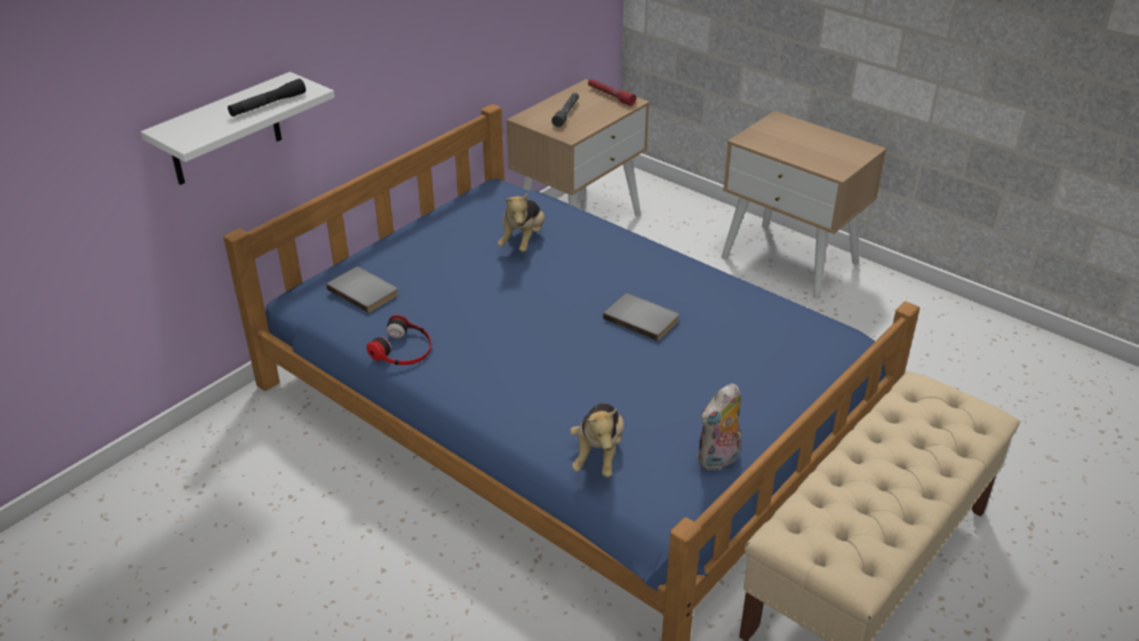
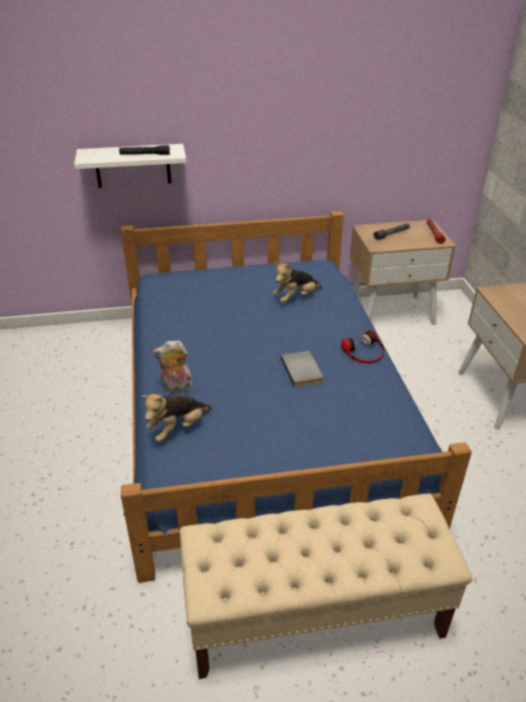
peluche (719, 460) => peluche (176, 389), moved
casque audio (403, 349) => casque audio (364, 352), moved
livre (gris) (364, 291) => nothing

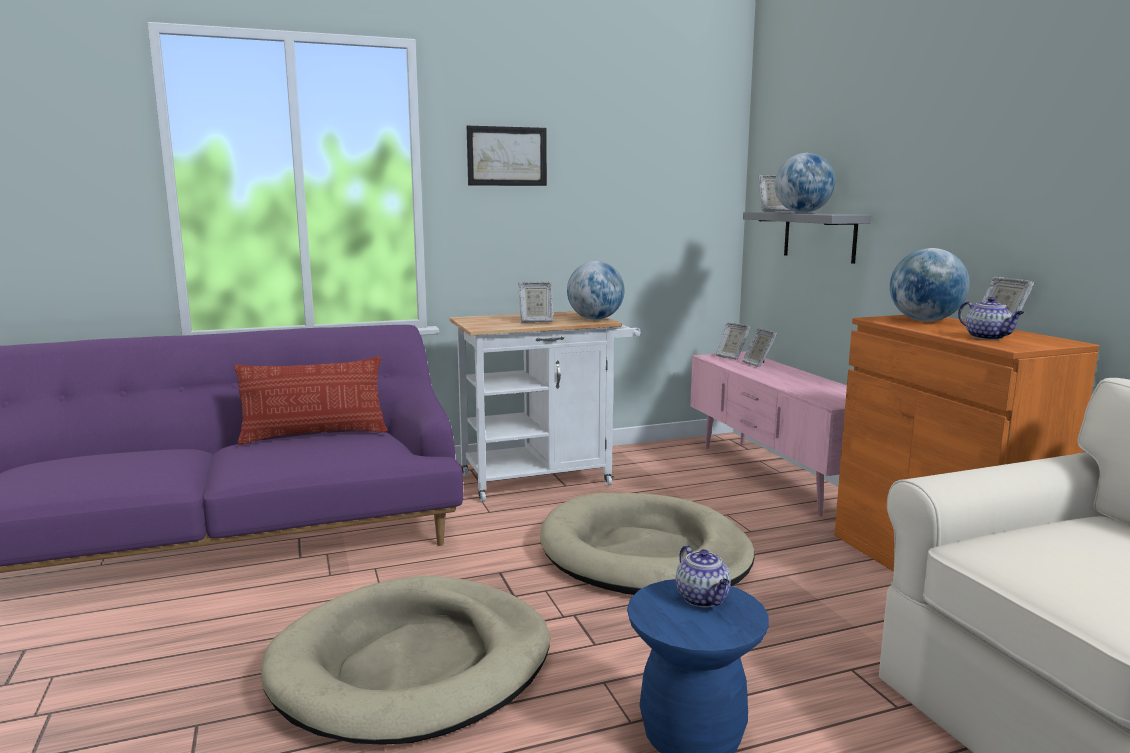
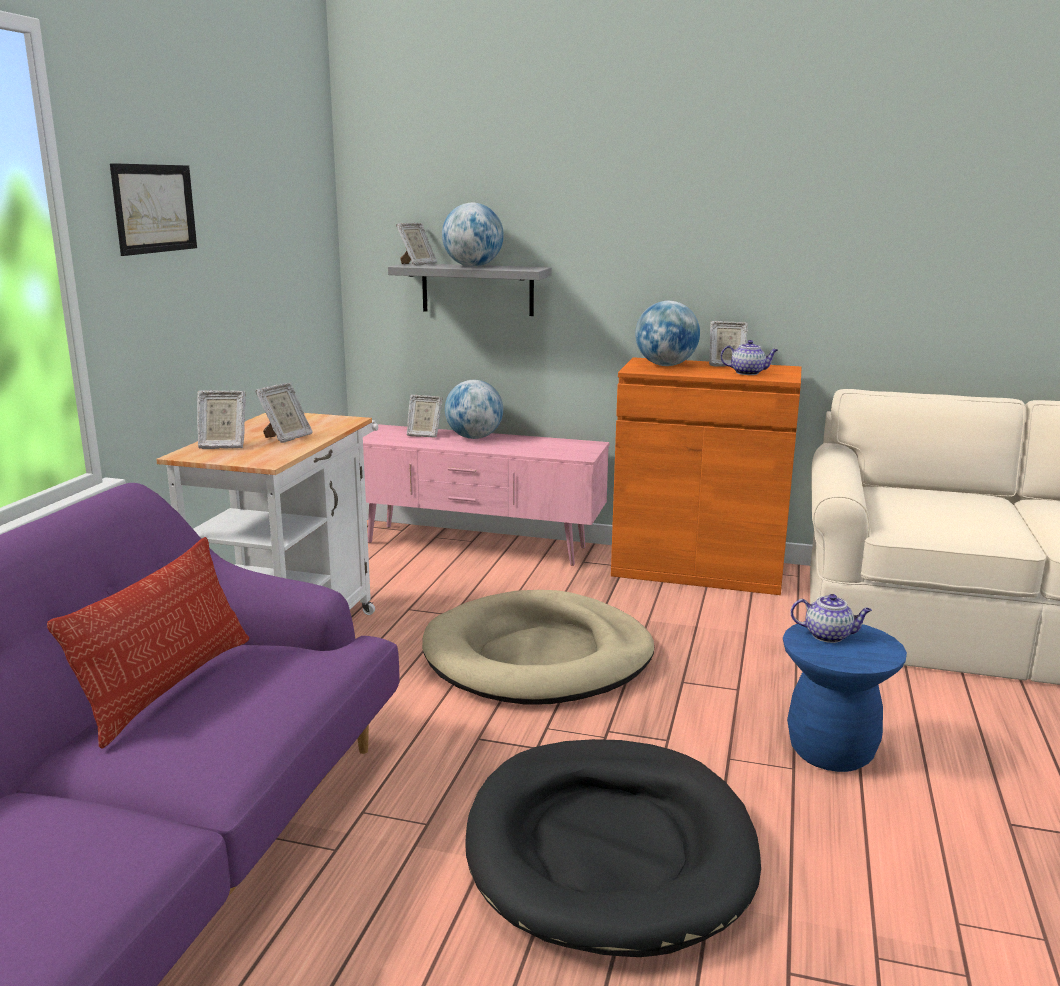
cadre photo (731, 357) => cadre photo (222, 445), moved
globe (595, 319) => globe (474, 438), moved
panier pour chien (beige) (413, 665) => panier pour chien (noir) (609, 849)

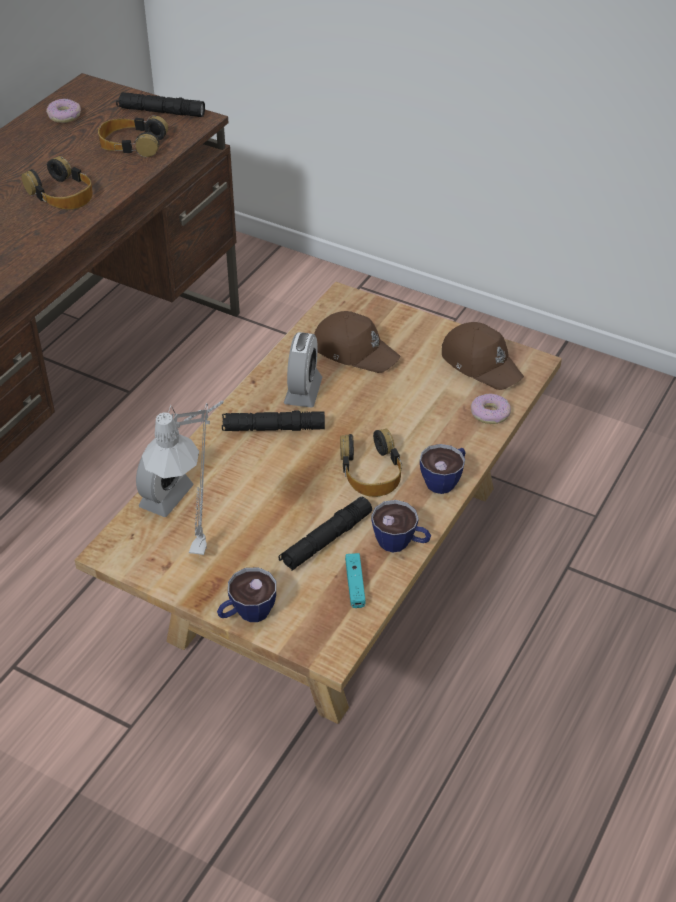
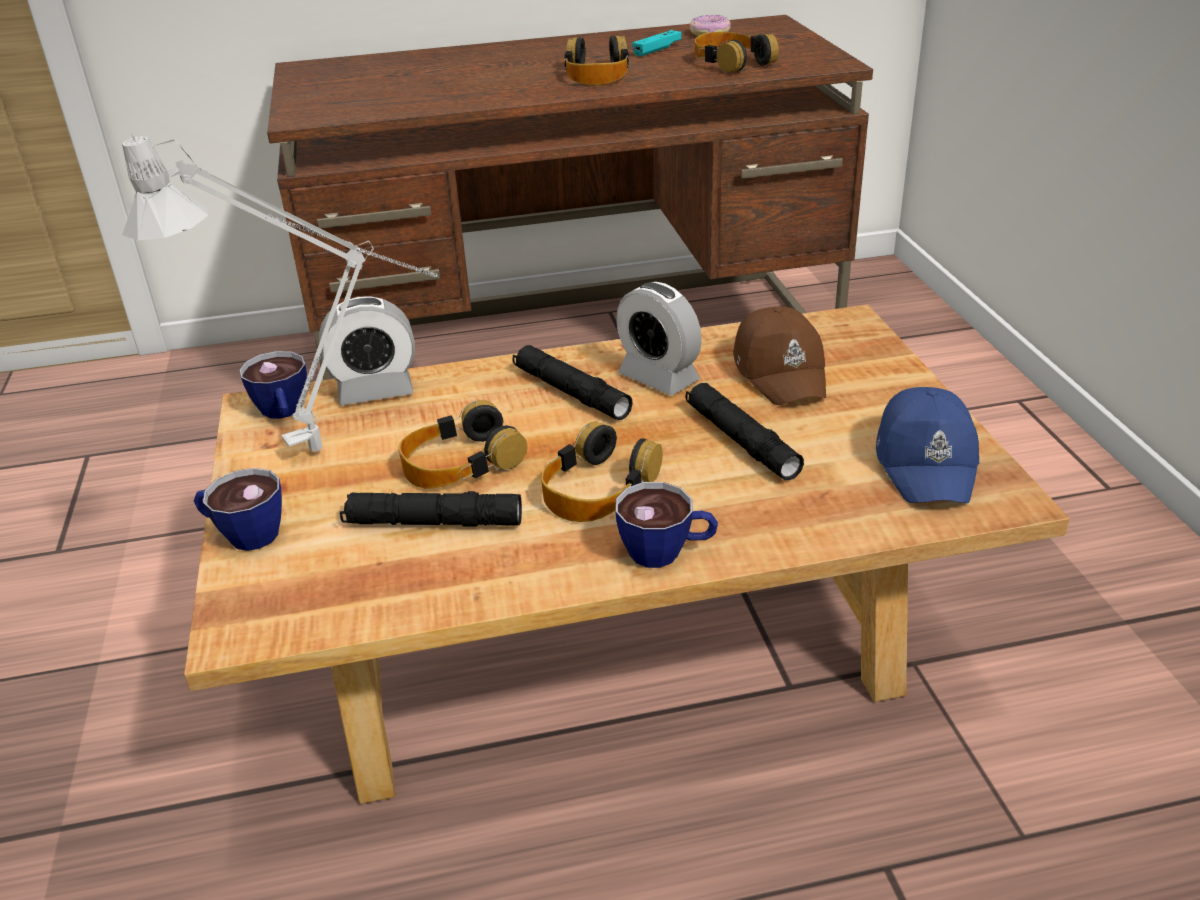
tasse (401, 543) => tasse (283, 413), moved
nothing => casque audio (460, 462)
réveil (303, 391) => réveil (658, 378), 75 degrees clockwise
manette (turquoise) (355, 585) => manette (turquoise) (657, 49), moved
lampe de poche (noir) (161, 112) => lampe de poche (noir) (741, 440), moved
casquette (marron) (481, 363) => casquette (bleu) (927, 462)
beignet (490, 413) => nothing

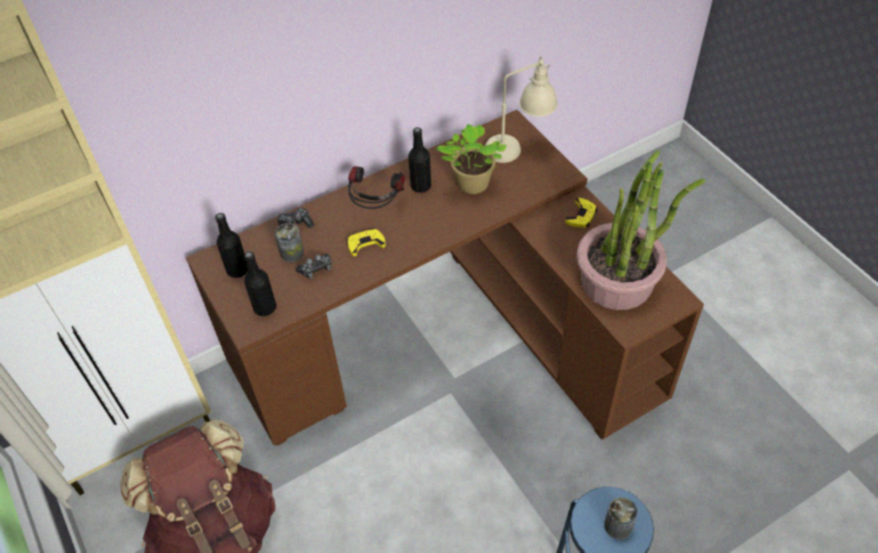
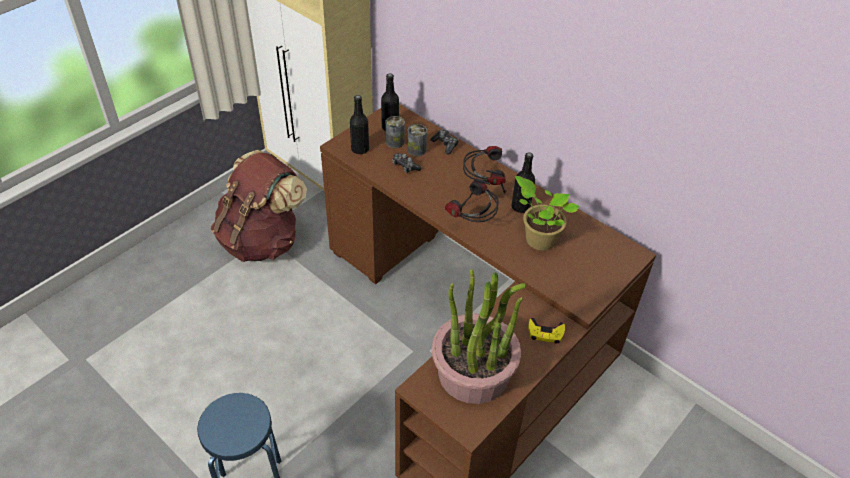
boîte métallique (618, 525) => boîte métallique (395, 142), moved
nothing => casque audio (472, 222)
manette (jaune) (365, 244) => nothing
lampe de table (beige) (519, 148) => nothing

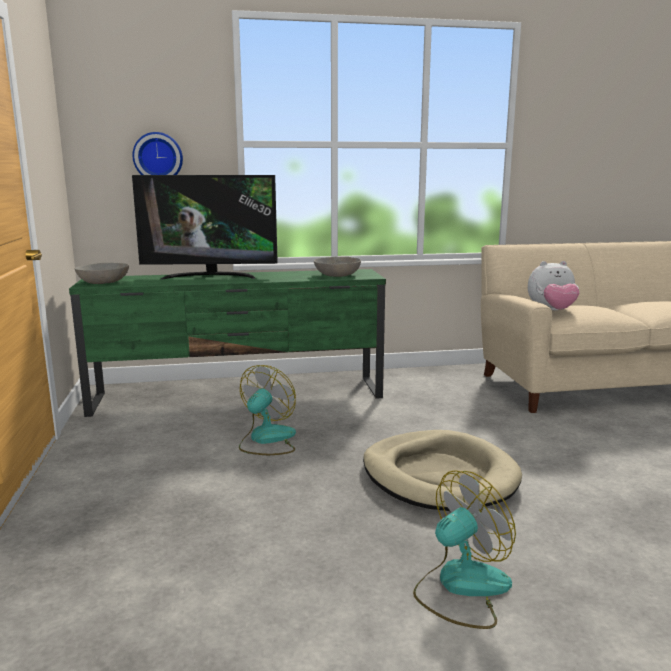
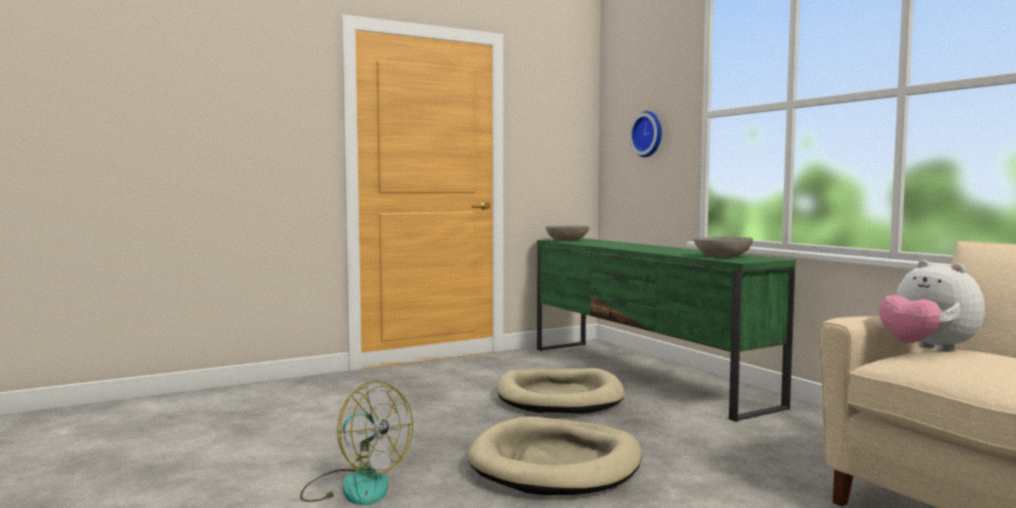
ventilateur (266, 440) => panier pour chien (beige) (559, 397)
téléviseur (210, 276) => nothing

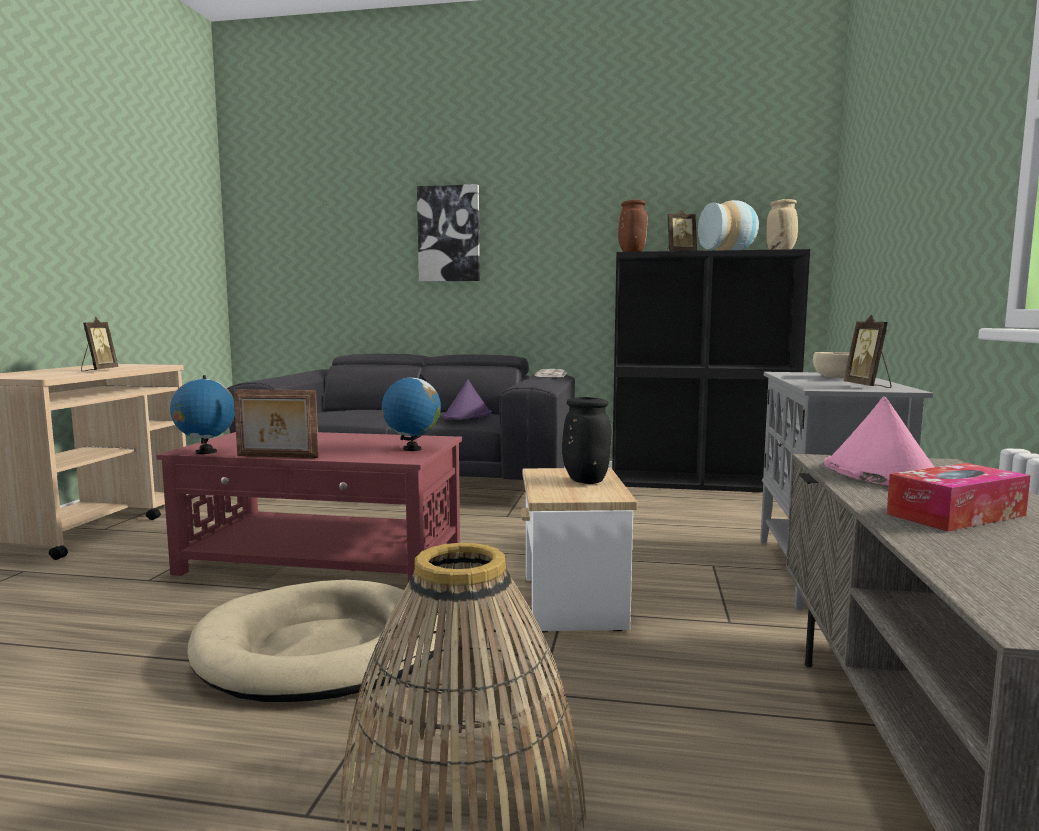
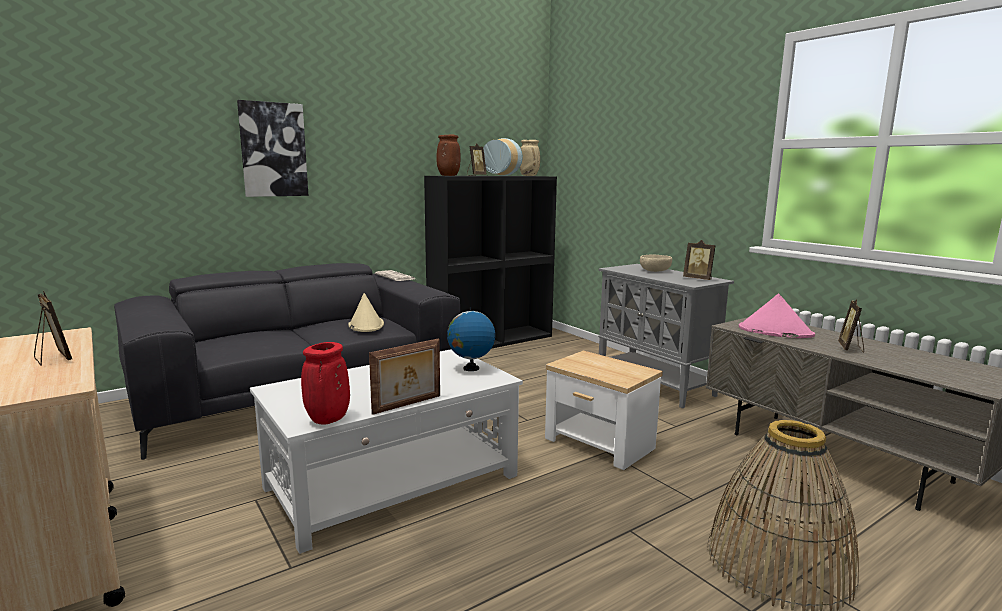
table basse (rouge) (325, 558) => table basse (blanc) (394, 481)
globe (205, 452) => vase (rouge) (328, 420)
chapeau (violet) (467, 416) => chapeau (beige) (366, 325)
boîte à mouchoirs (956, 514) => cadre photo (851, 348)
panier pour chien (beige) (321, 649) => nothing
vase (noir) (584, 481) => nothing

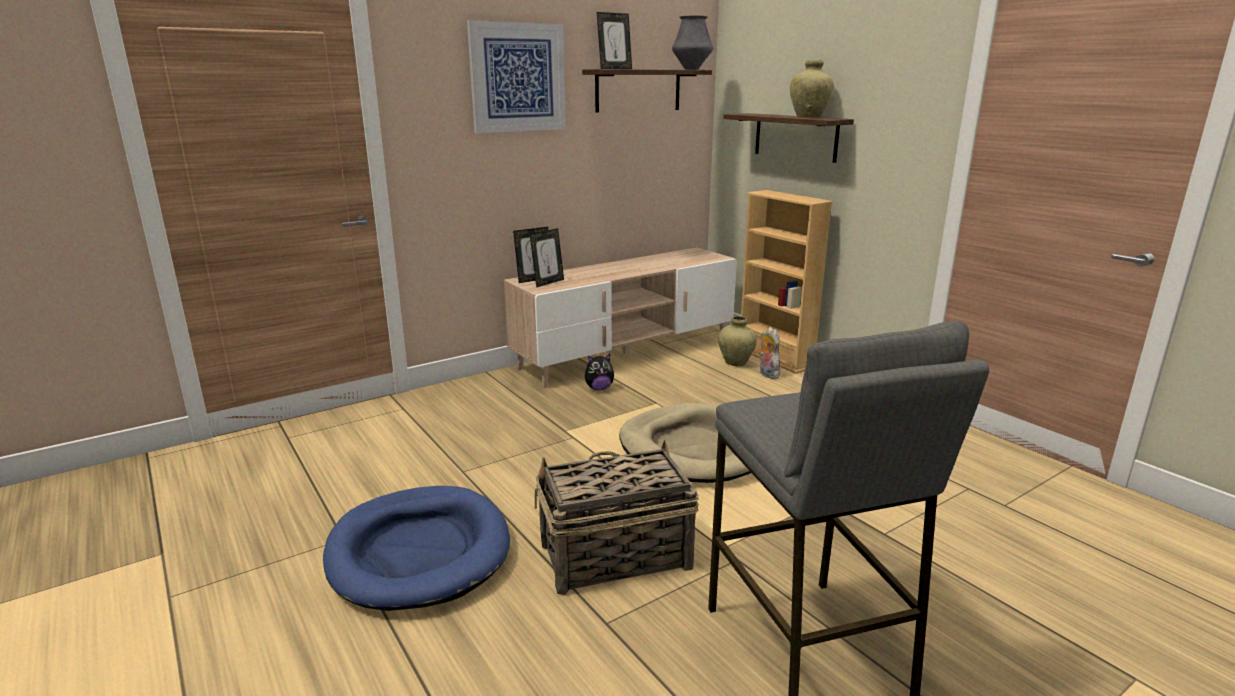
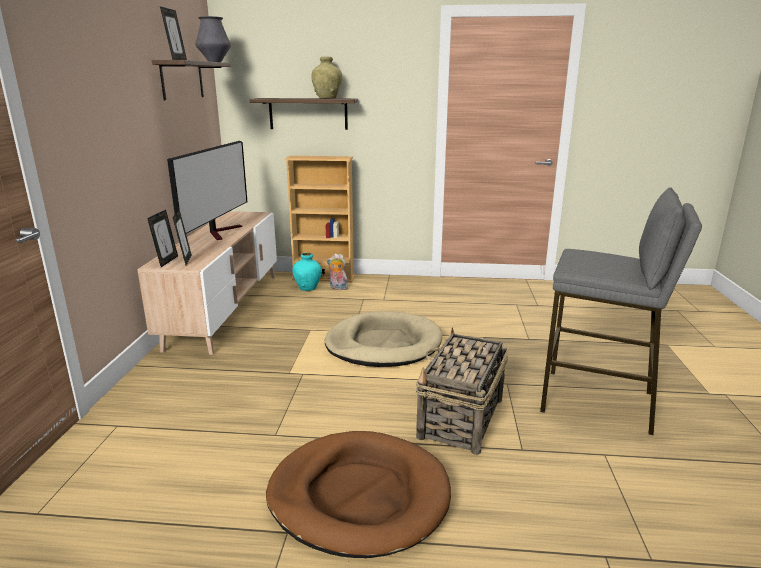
nothing => téléviseur (221, 232)
panier pour chien (bleu) (419, 551) => panier pour chien (marron) (359, 496)
vase (beige) (735, 363) => vase (turquoise) (308, 288)
tableau (518, 78) => nothing
peluche (599, 388) => nothing

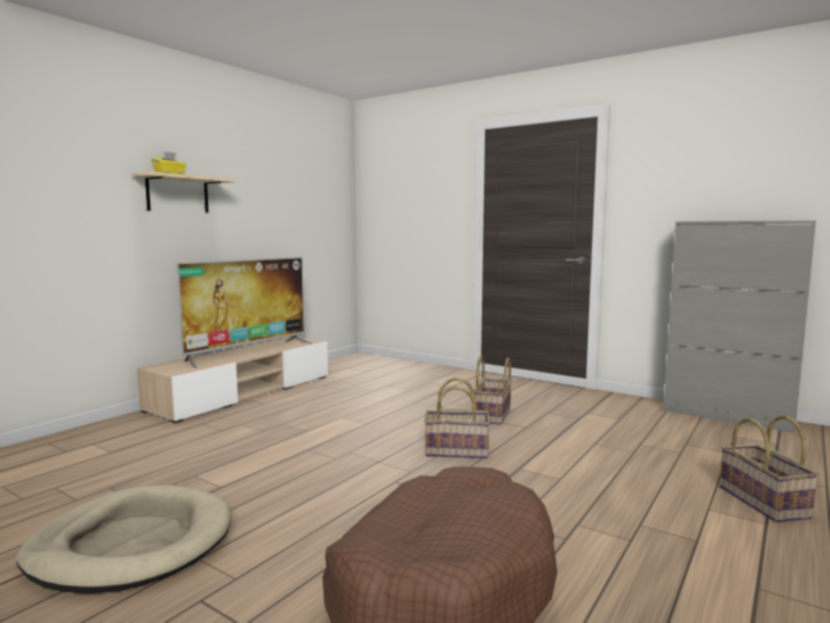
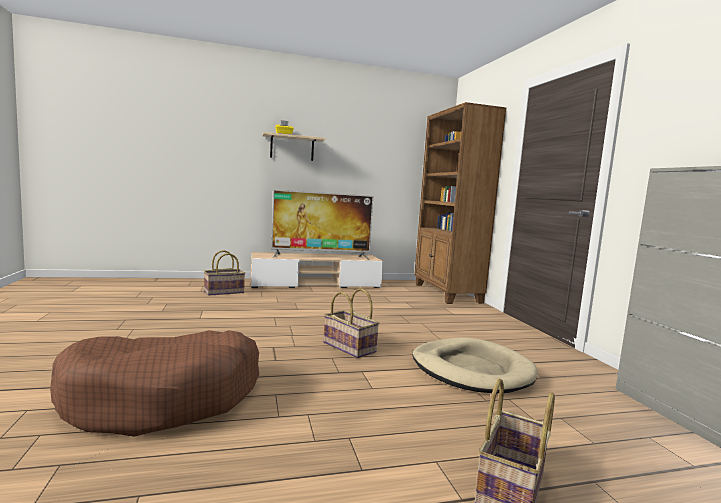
panier (493, 415) => panier (224, 292), moved
panier pour chien (beige) (132, 544) => panier pour chien (beige) (471, 370), moved
nothing => bibliothèque (marron) (446, 293)

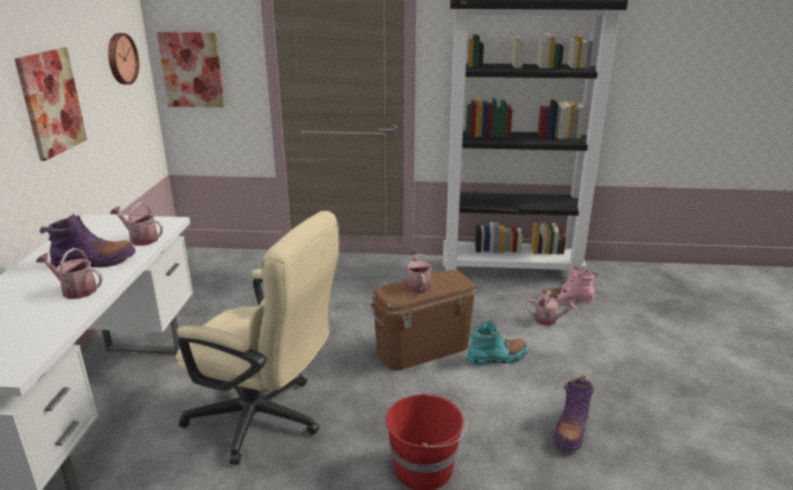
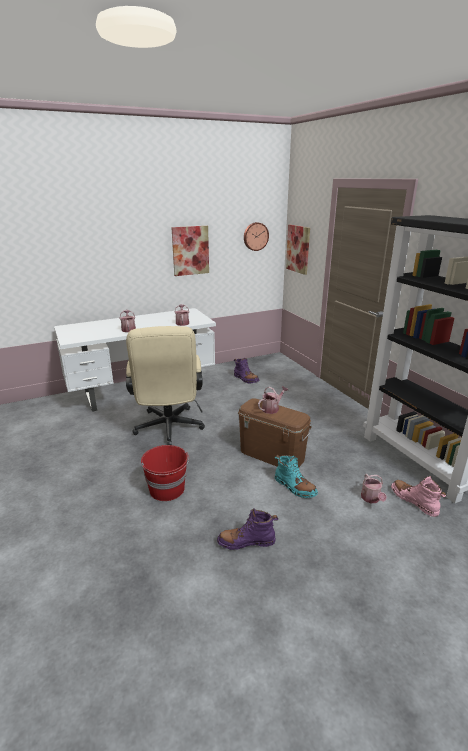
botte (violet) (94, 262) => botte (violet) (245, 379), moved

